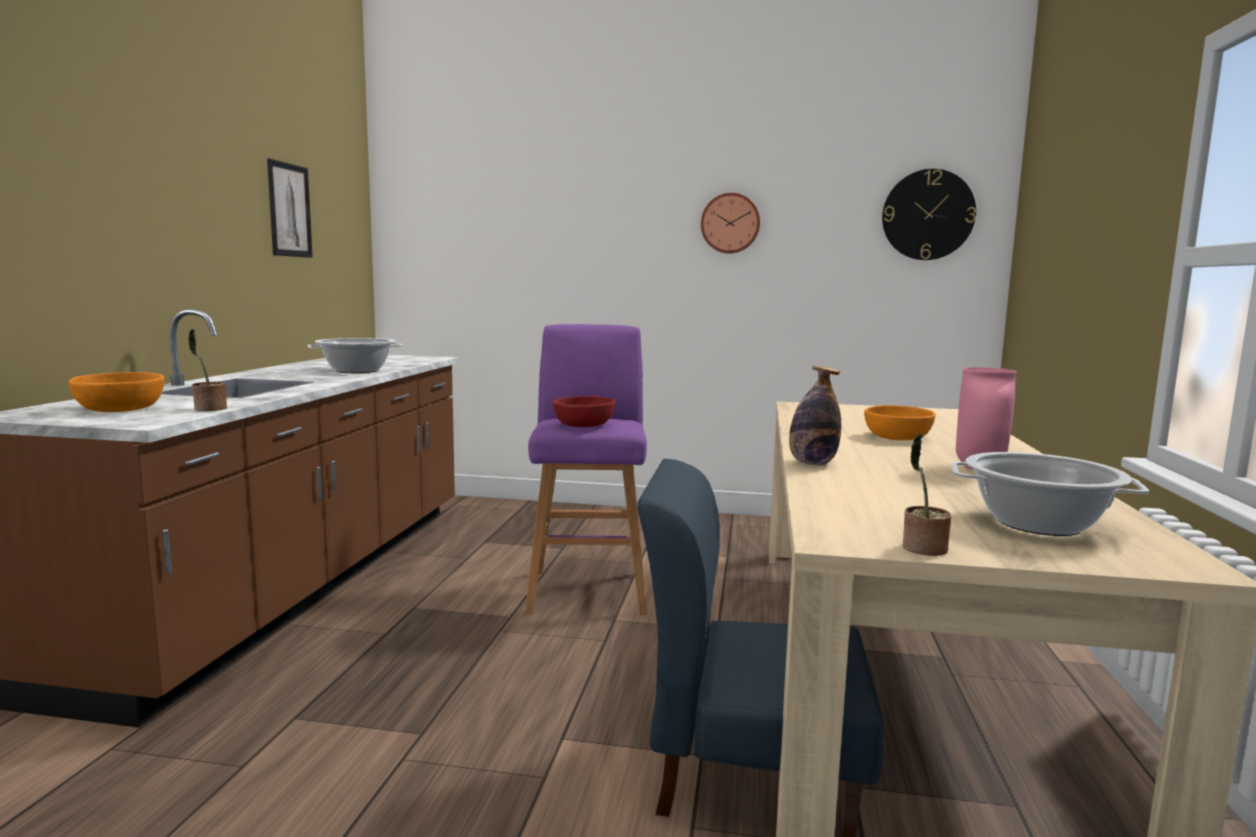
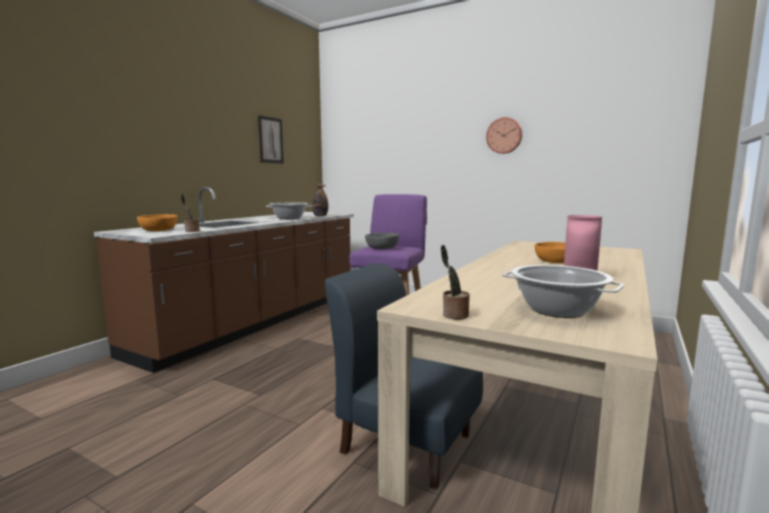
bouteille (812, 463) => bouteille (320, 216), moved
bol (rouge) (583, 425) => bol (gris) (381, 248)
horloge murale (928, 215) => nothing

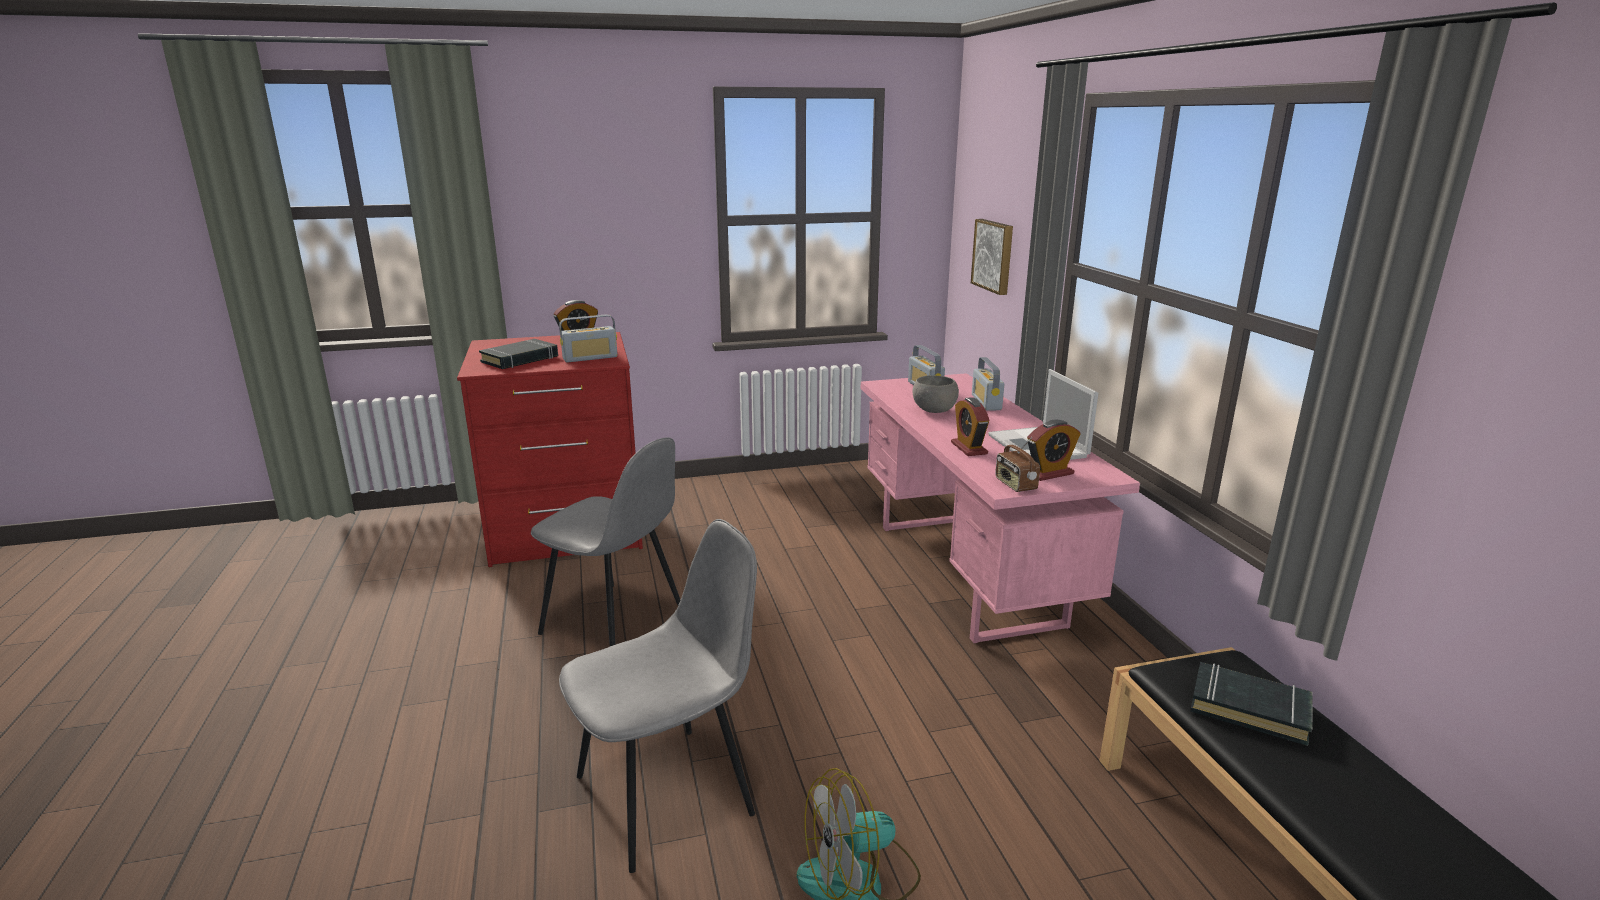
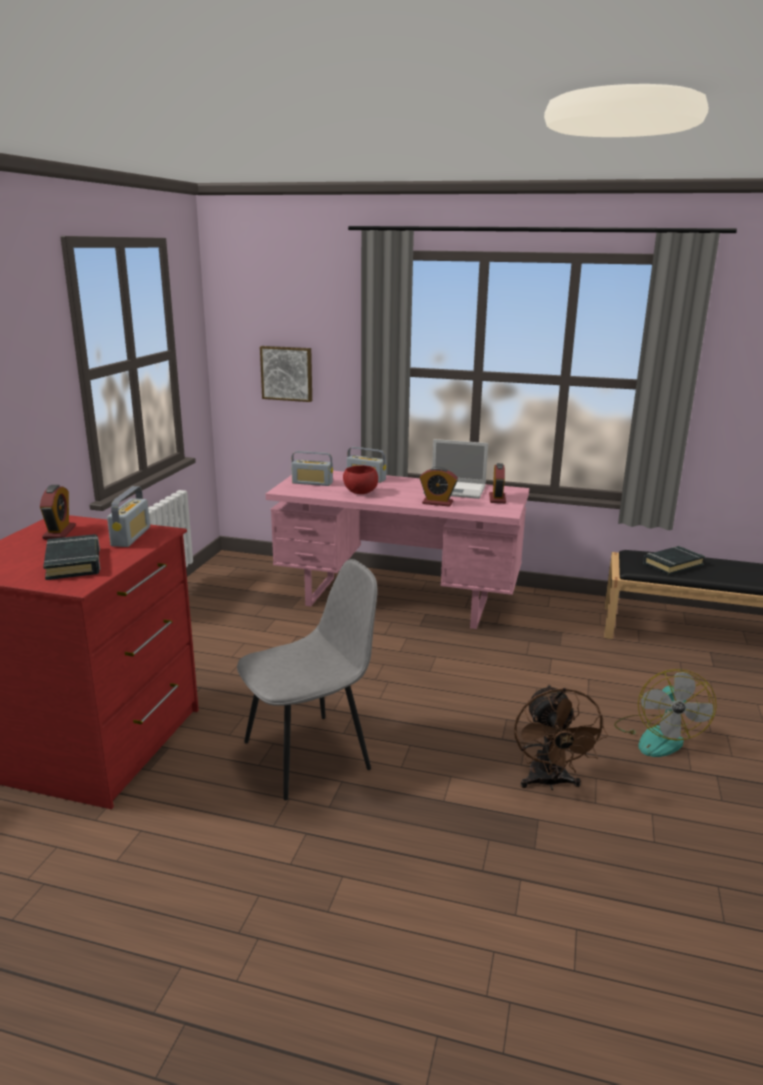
bol (gris) (934, 411) => bol (rouge) (361, 493)
chaise (gris) (668, 793) => ventilateur (marron) (549, 782)
radio (1015, 485) => nothing

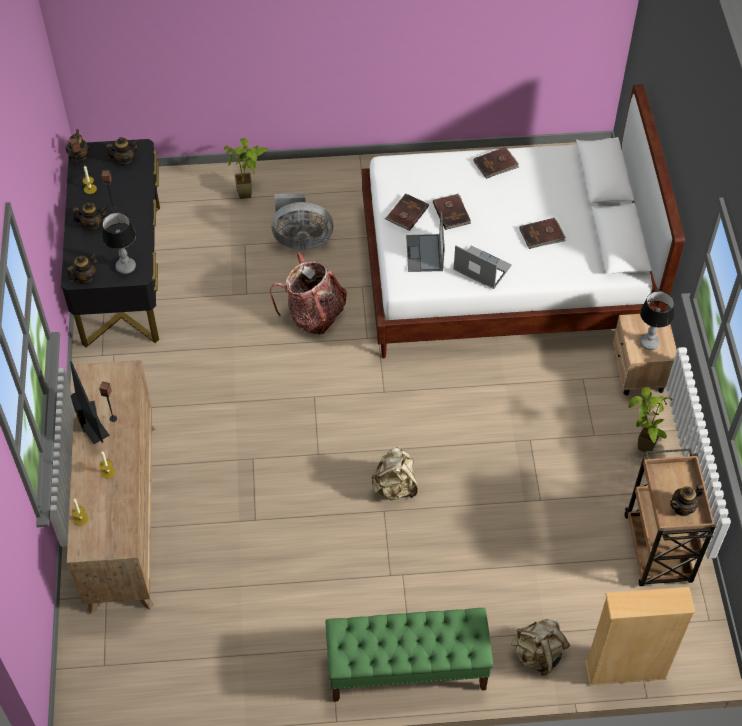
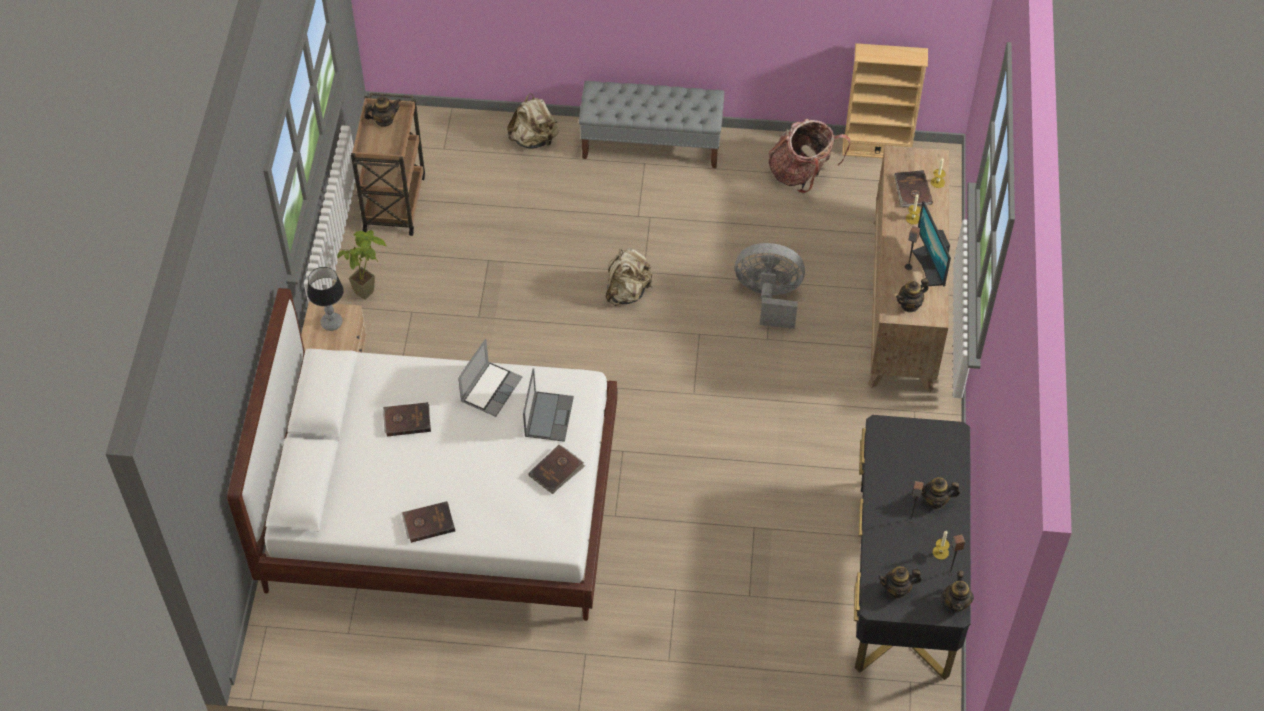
ordinateur portable (481, 269) => ordinateur portable (491, 389), 105 degrees counterclockwise
banc (vert) (406, 669) => banc (gris) (652, 144)
ventilateur (gris) (301, 239) => ventilateur (gris) (769, 298), moved
sac à dos (313, 315) => sac à dos (802, 173), moved
bibliothèque (beige) (625, 670) => bibliothèque (beige) (877, 149), moved
livre (marron) (452, 212) => livre (marron) (912, 191), moved
théière (85, 278) => théière (910, 304), moved
lampe de table (126, 267) => nothing
plante en pot (250, 195) => nothing

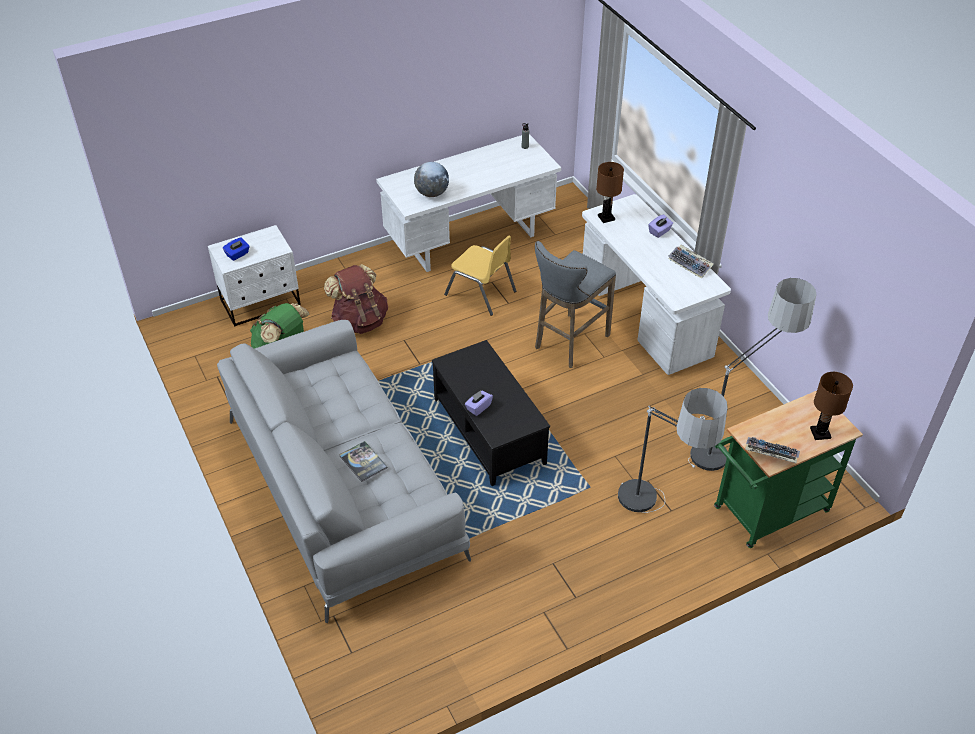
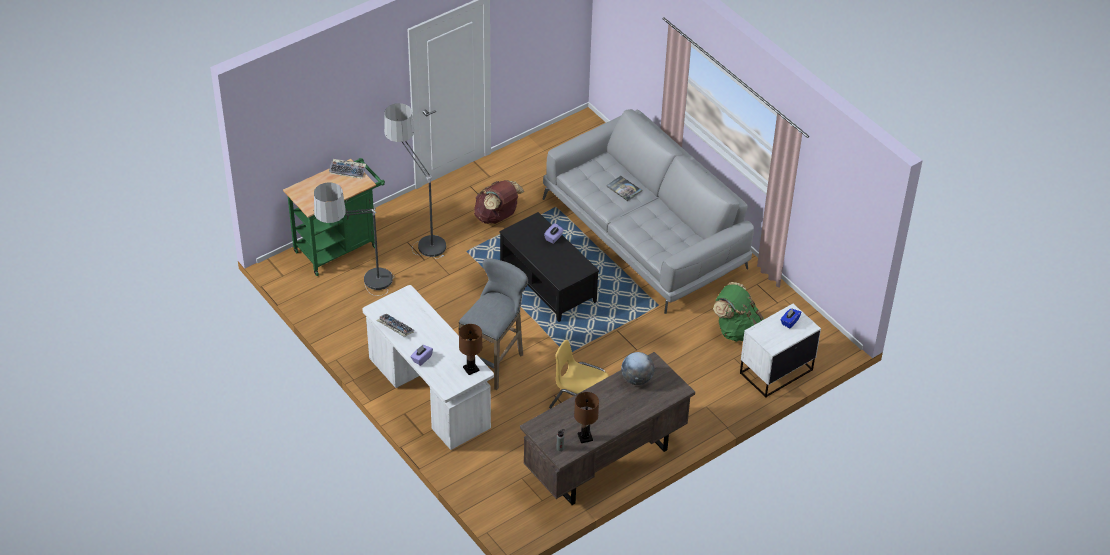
sac à dos (marron) (359, 321) => sac à dos (marron) (497, 217), moved
bureau (blanc) (470, 239) => bureau (marron) (605, 462)
lampe de table (marron) (820, 433) => lampe de table (marron) (585, 437), moved

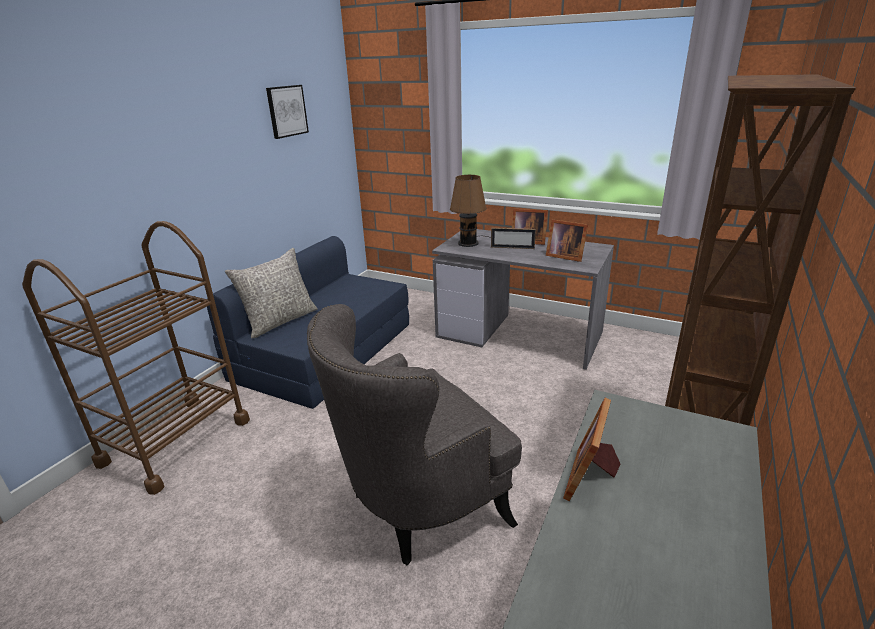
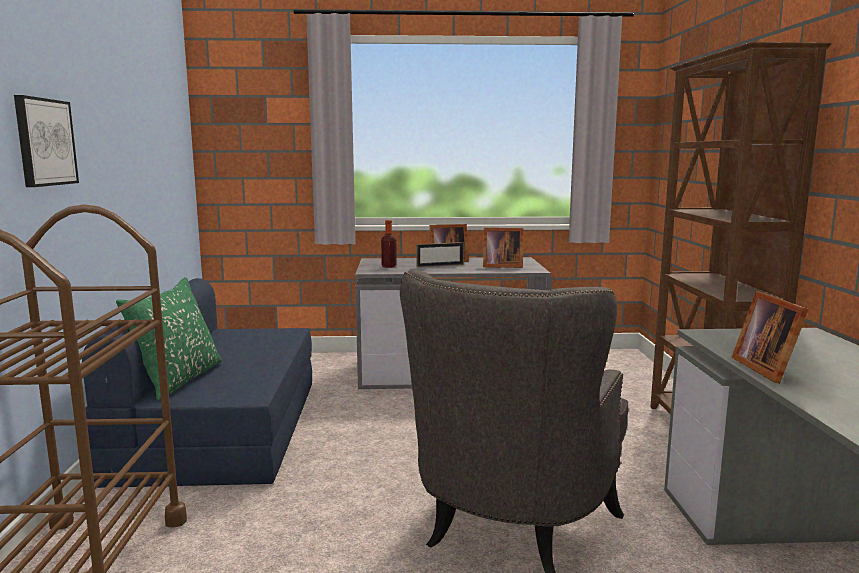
tableau (286, 111) => tableau (45, 142), moved
coussin (gris) (280, 321) => coussin (vert) (178, 379)
lampe de table (marron) (470, 243) => bouteille (389, 266)

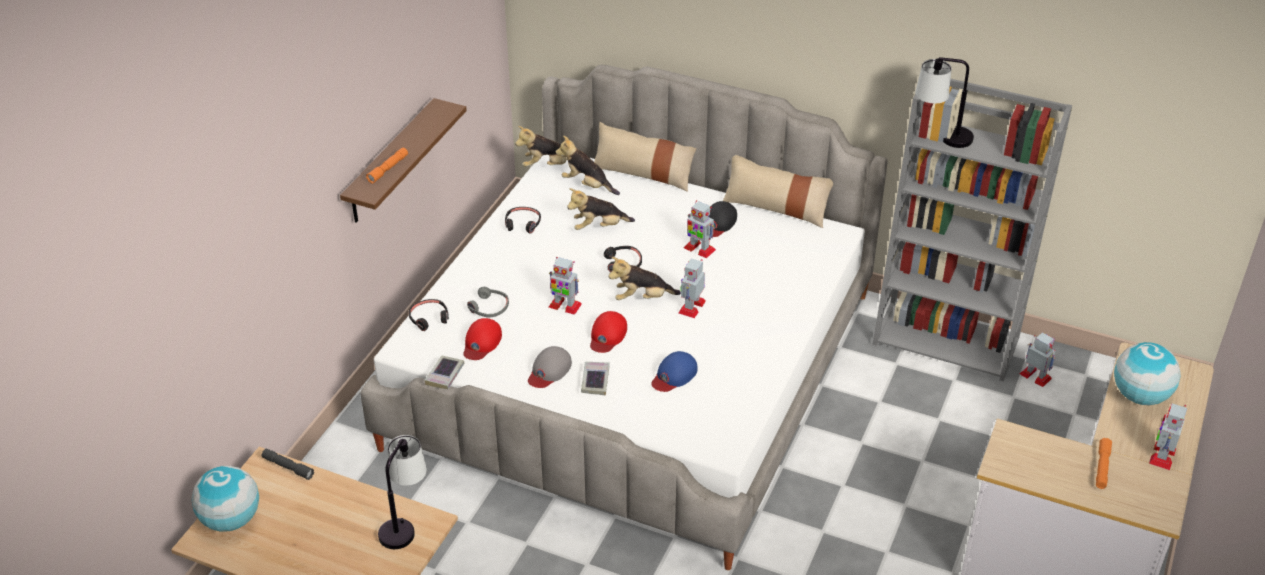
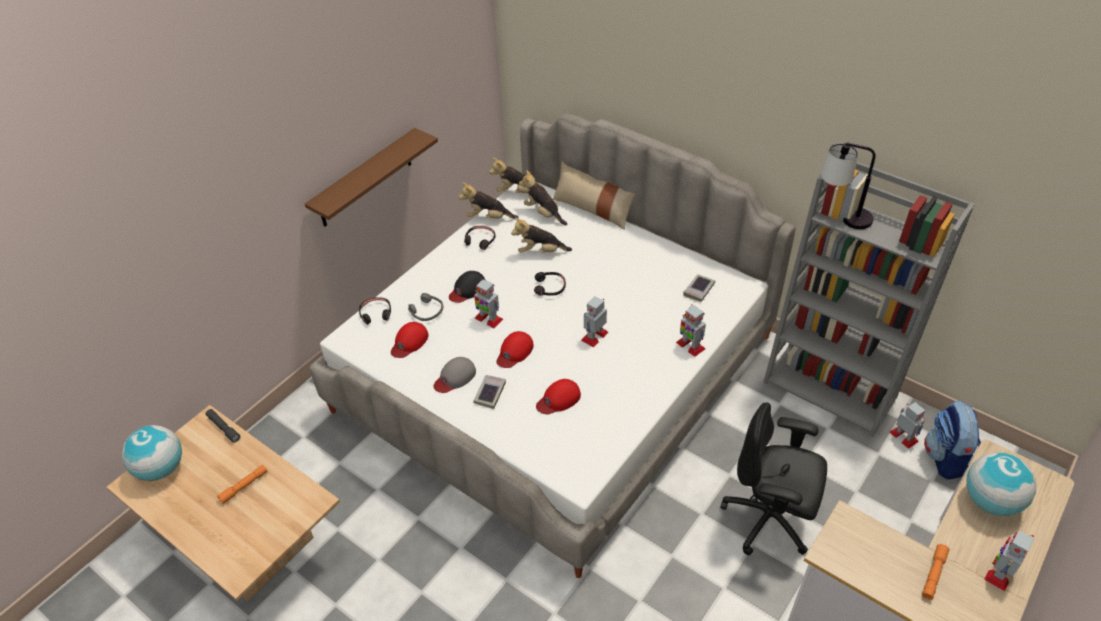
lampe de poche (orange) (388, 169) => lampe de poche (orange) (244, 486), moved
casquette (noir) (718, 223) => casquette (noir) (467, 289), moved
peluche (642, 298) => peluche (488, 218), moved
casquette (bleu) (674, 375) => casquette (rouge) (558, 399)
robot jouet (699, 248) => robot jouet (690, 345), moved
livre (445, 375) => livre (699, 290), moved
nothing => chaise de bureau (noir) (769, 520)
nothing => sac à dos (946, 458)
lampe de table (404, 522) => nothing
coussin (beige) (776, 208) => nothing

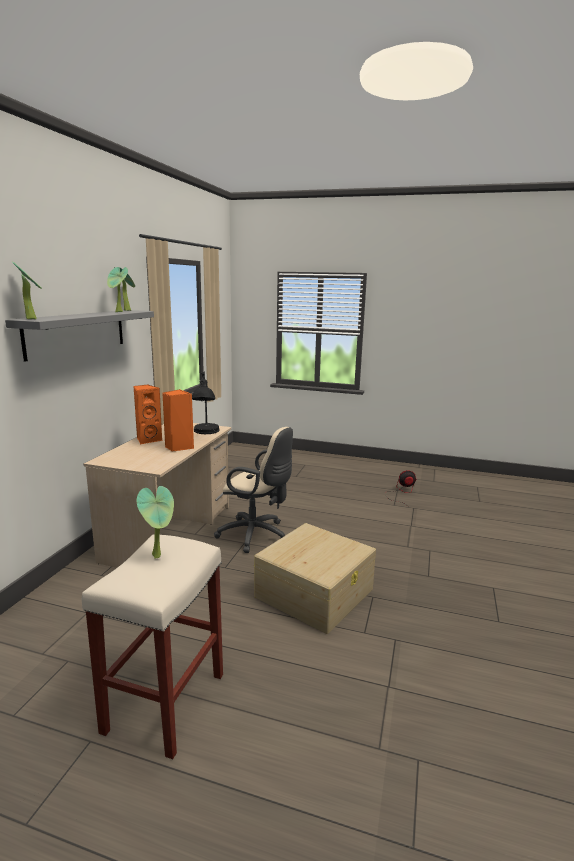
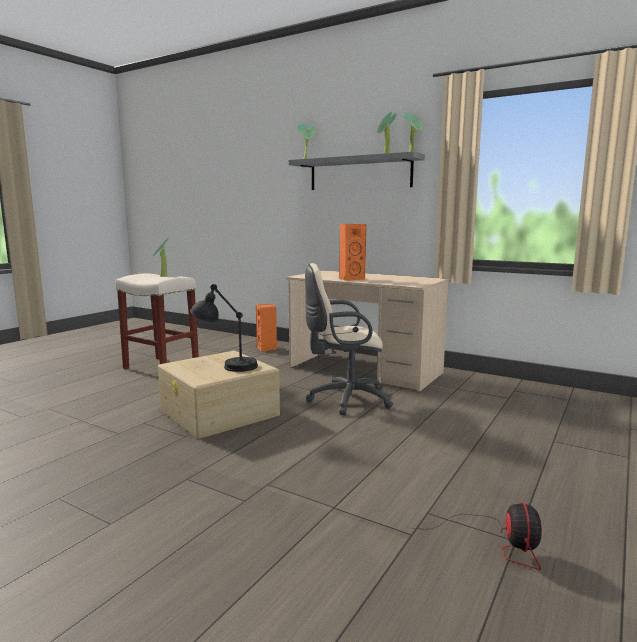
lampe de table (noir) (206, 434) => lampe de table (noir) (226, 366), moved
enceinte (orange) (148, 440) => enceinte (orange) (267, 348), moved
chaise de bureau (beige) (256, 535) => chaise de bureau (beige) (345, 400), 45 degrees clockwise

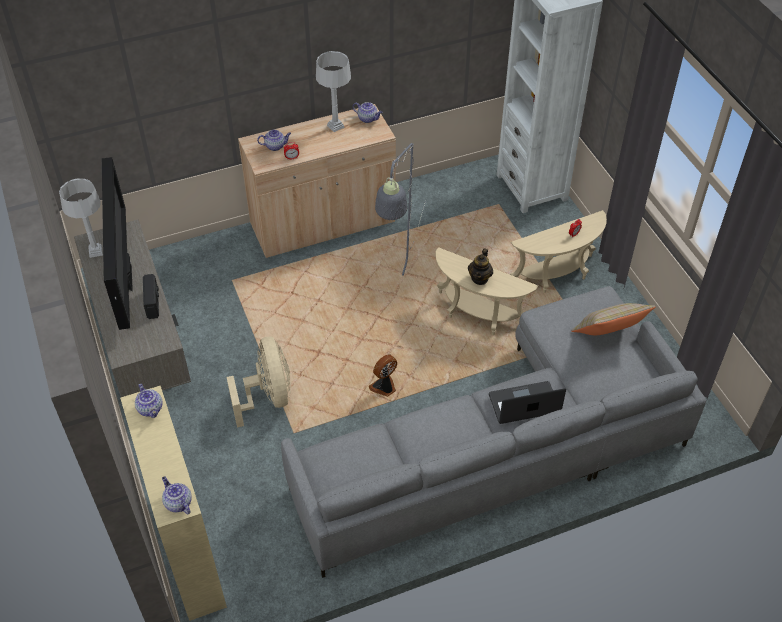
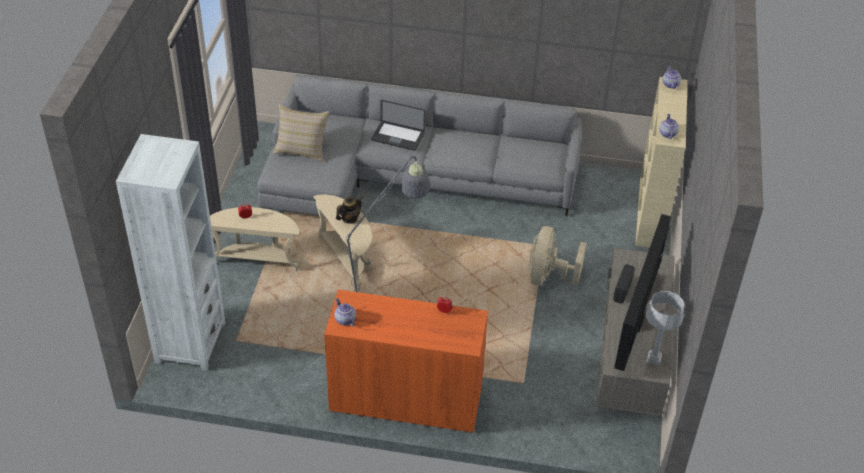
meuble de rangement (beige) (323, 223) => meuble de rangement (orange) (406, 400)
théière (275, 146) => nothing
lampe de table (gris) (336, 126) => nothing
ventilateur (384, 387) => nothing

